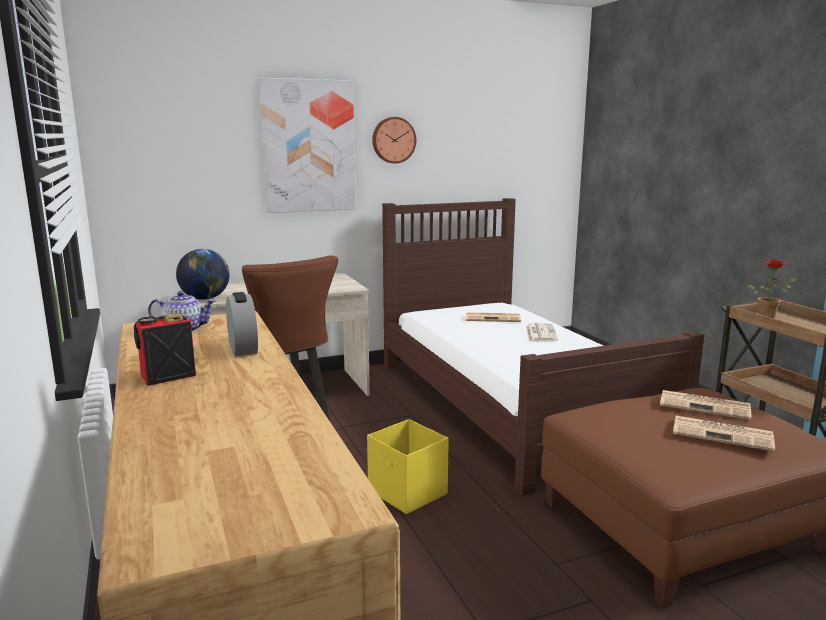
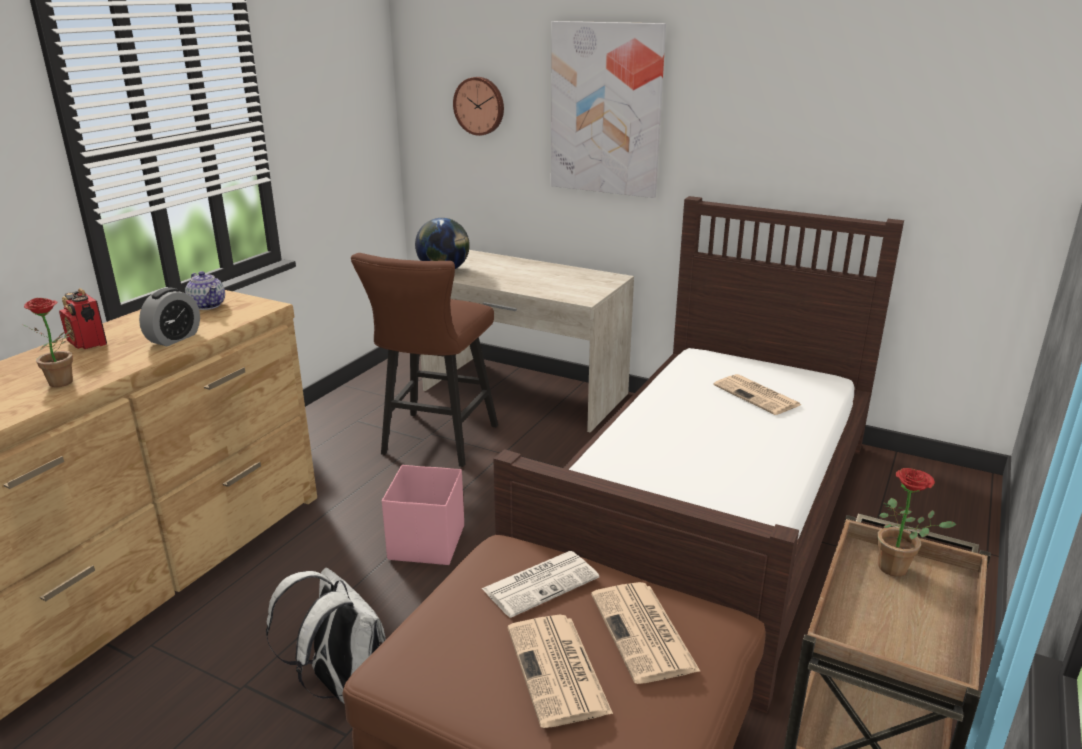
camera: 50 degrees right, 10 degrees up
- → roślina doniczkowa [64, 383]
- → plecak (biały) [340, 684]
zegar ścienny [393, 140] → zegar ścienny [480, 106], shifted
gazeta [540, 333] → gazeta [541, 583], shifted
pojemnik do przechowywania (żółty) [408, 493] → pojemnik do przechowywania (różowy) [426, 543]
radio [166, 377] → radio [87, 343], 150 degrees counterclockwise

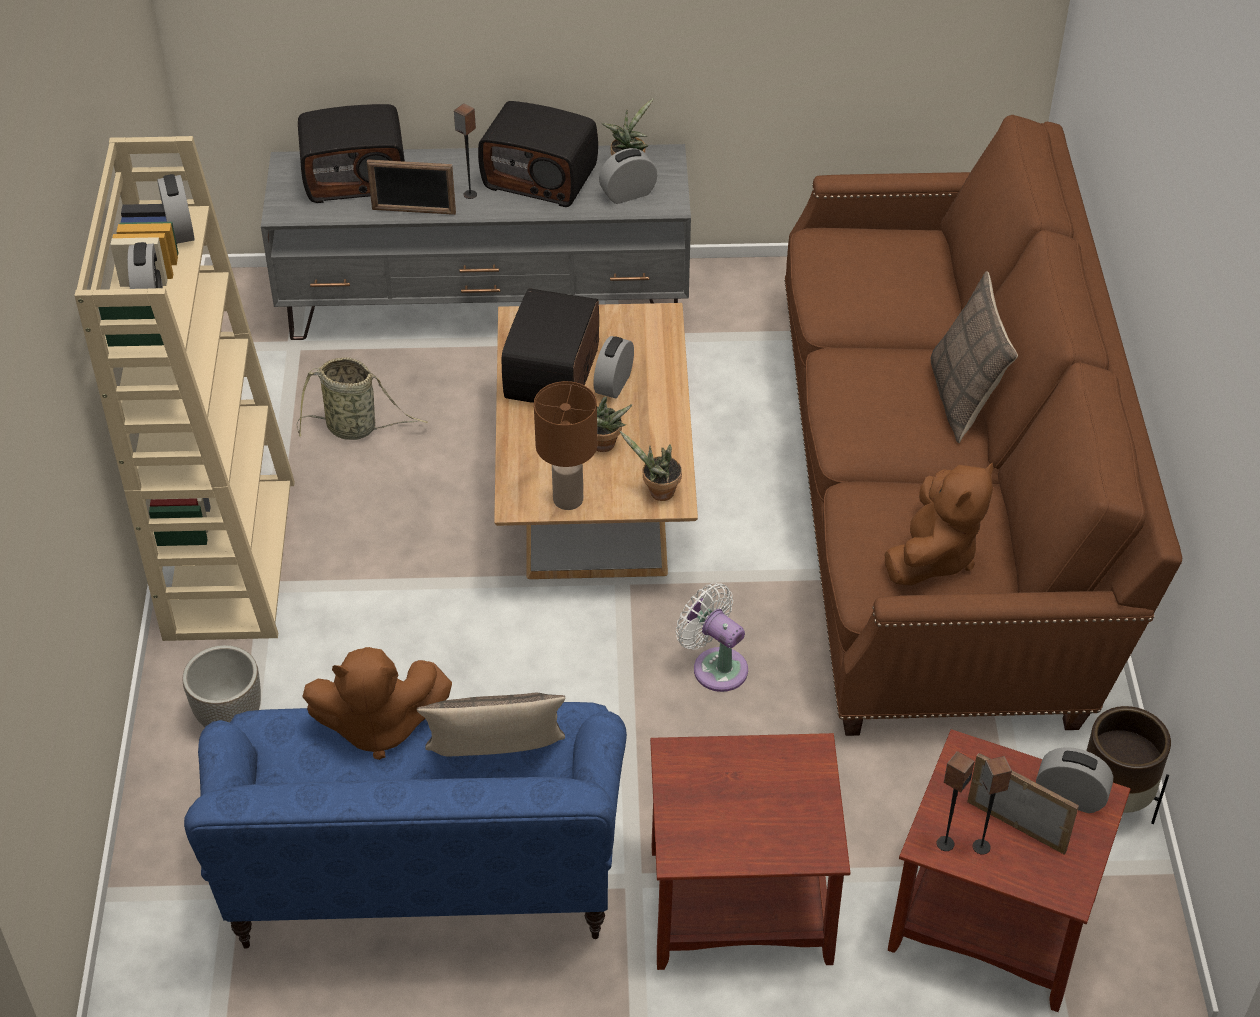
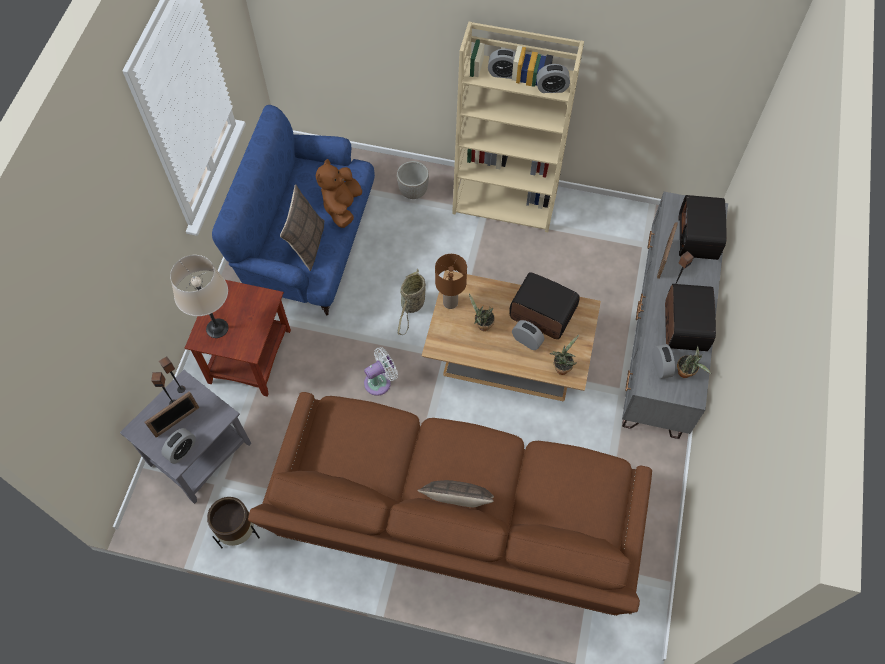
camera: 105 degrees right, 15 degrees up
pluszak (brązowy) [933, 556] → -
- → lampa stołowa (beżowy) [217, 328]
koszyk [355, 428] → koszyk [412, 306], shifted
roślina doniczkowa [658, 493] → roślina doniczkowa [562, 367], shifted
stolik (brązowy) [991, 926] → stolik (szary) [199, 453]
radio [541, 177] → radio [684, 326], 150 degrees clockwise

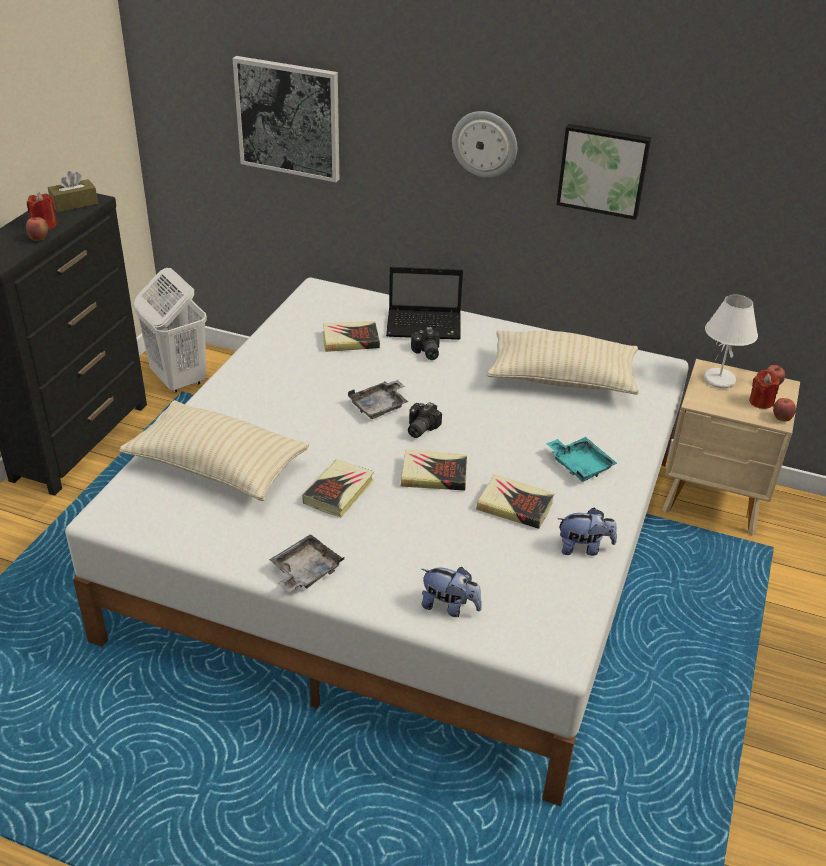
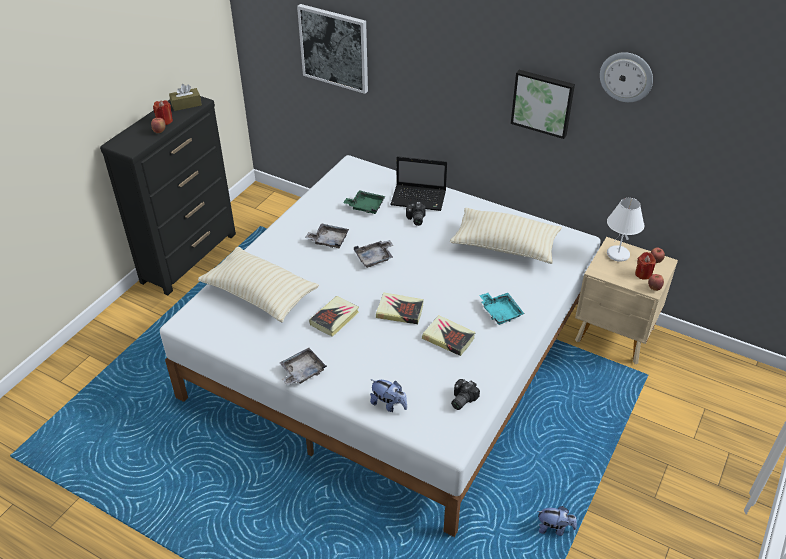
camera: 10 degrees right, 5 degrees up
kosz na pranie (biały) [178, 379] → -
- → taca (szary) [329, 240]
aparat fotograficzny [419, 428] → aparat fotograficzny [461, 399], shifted
zegar ścienny [485, 143] → zegar ścienny [626, 76], shifted
pluszak [583, 548] → pluszak [554, 528], shifted
książka [350, 340] → taca (zielony) [365, 206]

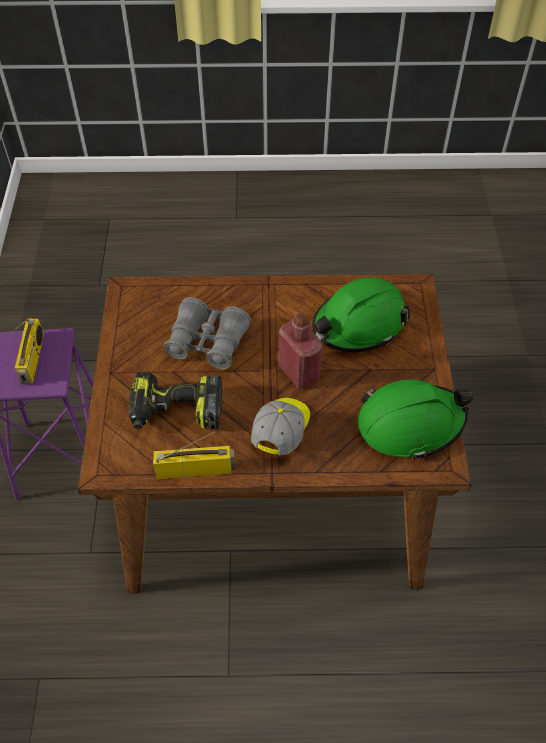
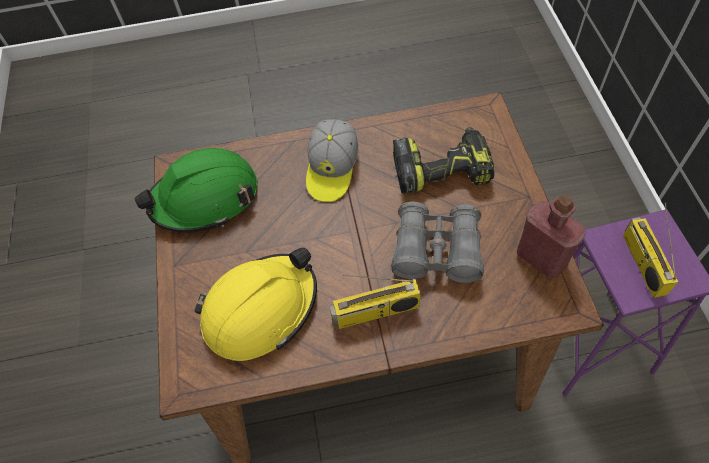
camera: 175 degrees right, 5 degrees up
radio [196, 469] → radio [375, 313], shifted
butelka (czerwony) [299, 373] → butelka (czerwony) [541, 258], shifted
kask (zielony) [359, 324] → kask (żółty) [261, 309]

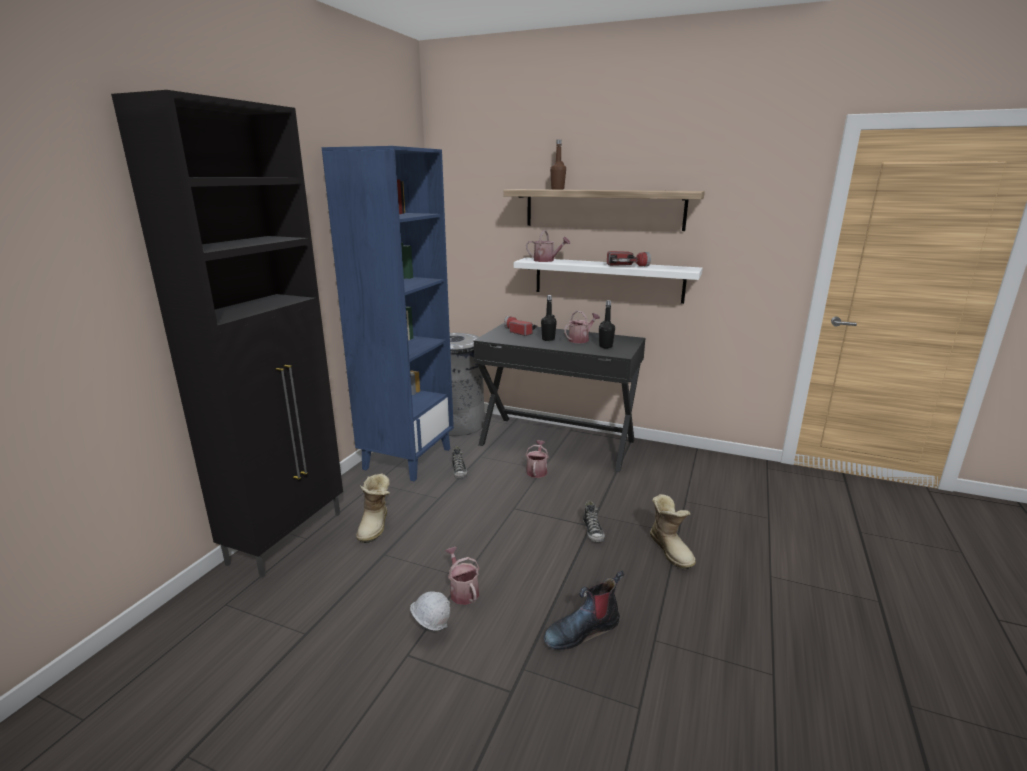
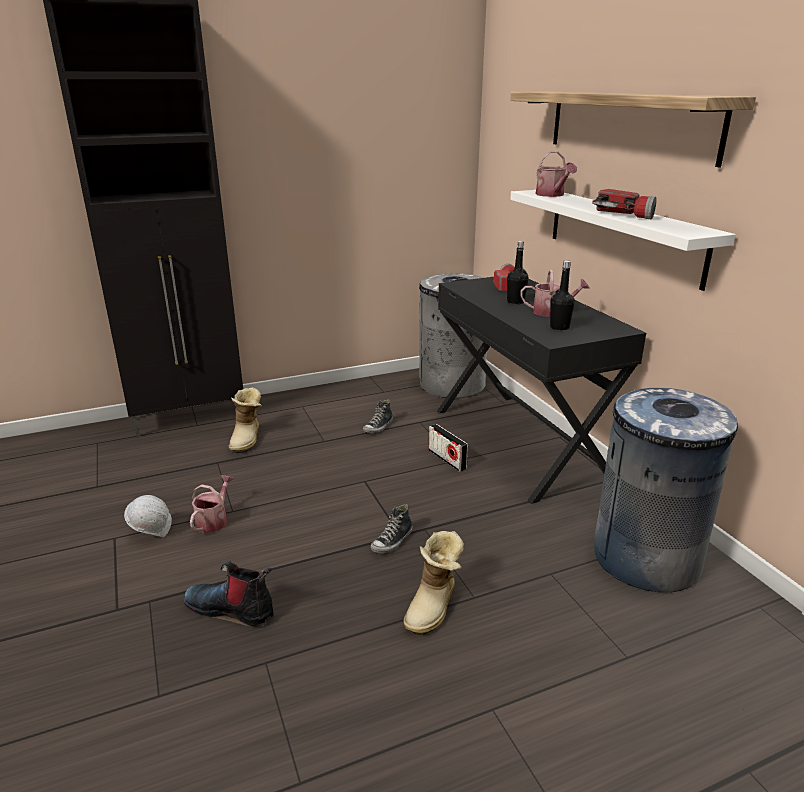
camera: 45 degrees right, 5 degrees up
regał (niebieski) [407, 458] → -
butelka (brązowy) [557, 189] → -
- → kosz na śmieci (szary) [645, 557]
konewka [537, 470] → radio [447, 459]
but z cholewką [376, 525] → but z cholewką [248, 439], 45 degrees counterclockwise

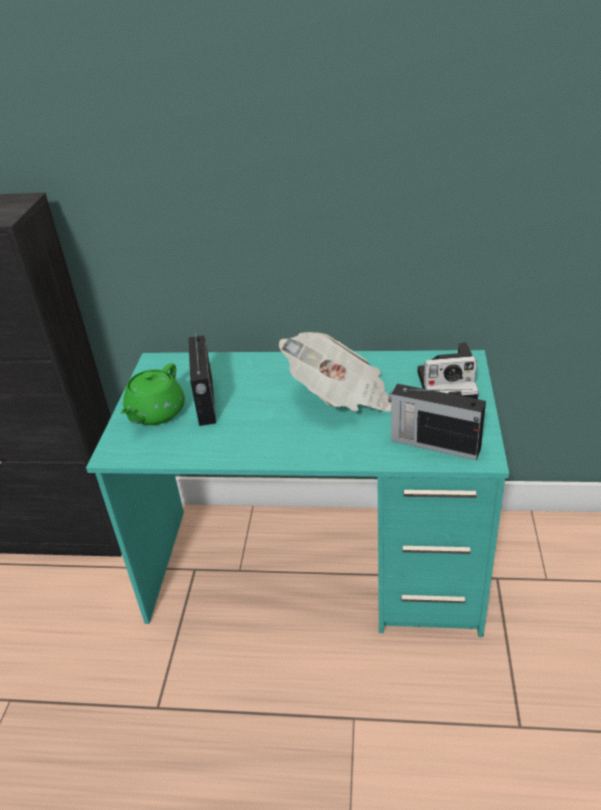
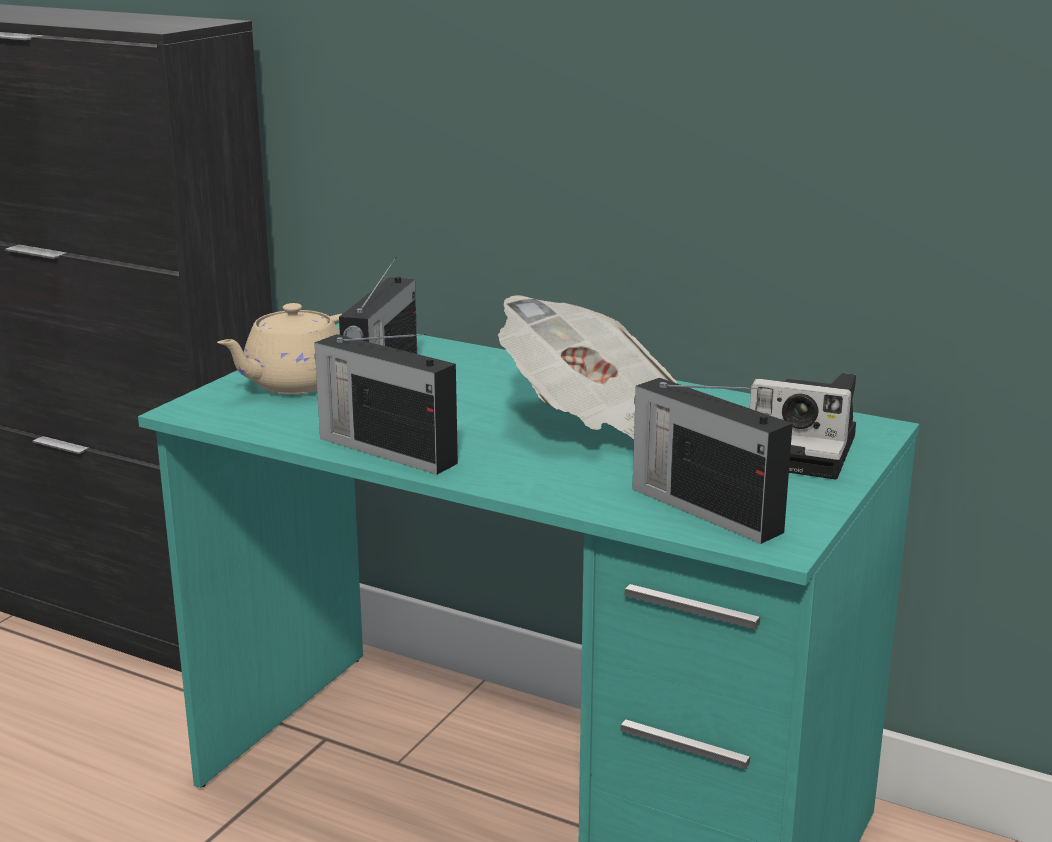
camera: 20 degrees right, 15 degrees down
- → radio [385, 450]
imbryk (zielony) [155, 413] → imbryk (beżowy) [294, 383]

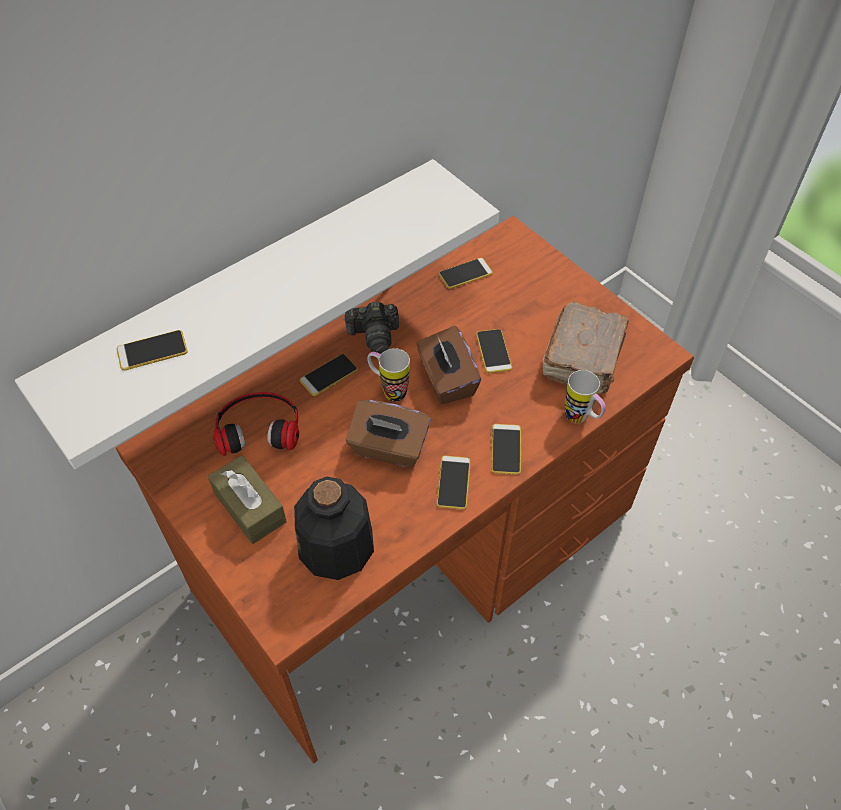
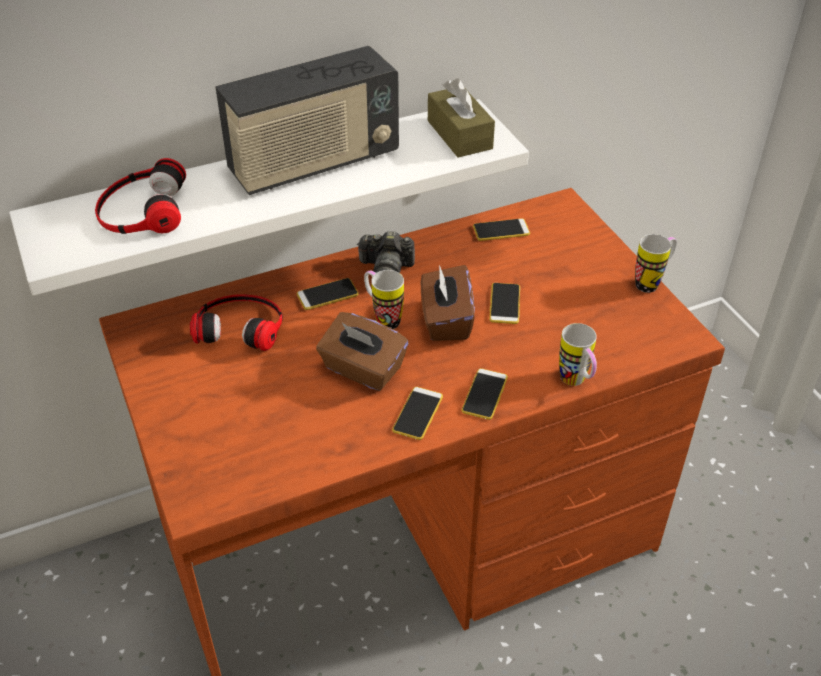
camera: 15 degrees right, 10 degrees down
butelka [336, 546] → -
książka (brązowy) [584, 358] → -
- → radio [314, 163]
- → kubek [652, 282]
pudełko chusteczek (brązowy) [249, 507] → pudełko chusteczek (brązowy) [459, 135], shifted
telefon [152, 351] → słuchawki [141, 210]

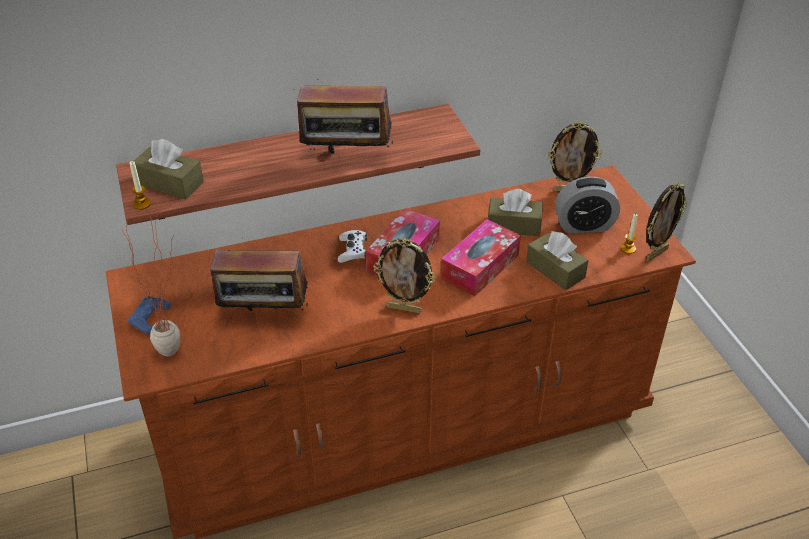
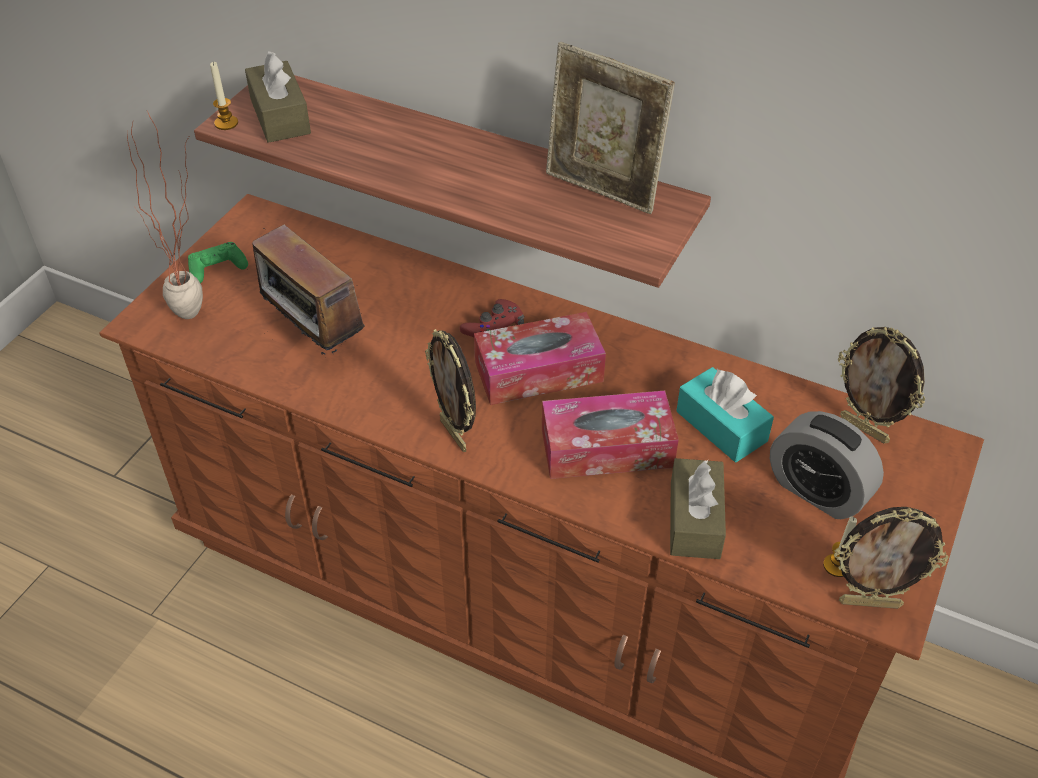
camera: 45 degrees right, 5 degrees up
radio [346, 158] → -
- → ramka na zdjęcie [602, 190]
pad do gier (niebieski) [149, 318] → pad do gier (zielony) [217, 268]
pad do gier (biały) [352, 250] → pad do gier (czerwony) [493, 327]
pudełko chusteczek (brązowy) [514, 225] → pudełko chusteczek (turkusowy) [721, 426]

